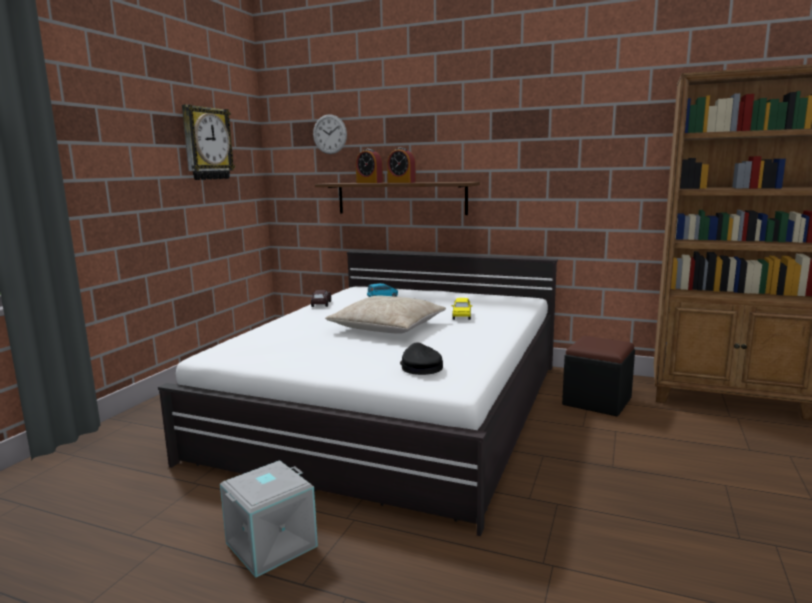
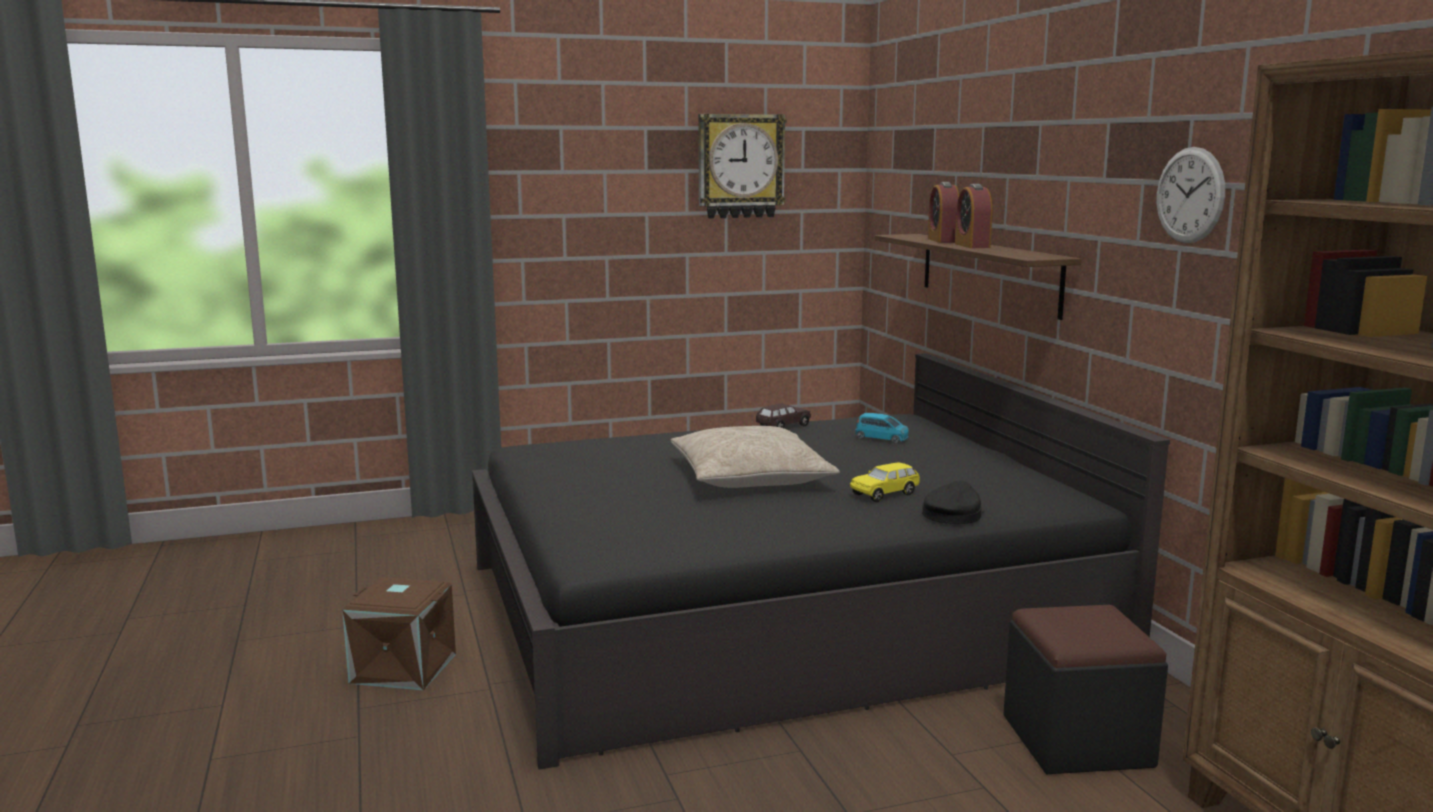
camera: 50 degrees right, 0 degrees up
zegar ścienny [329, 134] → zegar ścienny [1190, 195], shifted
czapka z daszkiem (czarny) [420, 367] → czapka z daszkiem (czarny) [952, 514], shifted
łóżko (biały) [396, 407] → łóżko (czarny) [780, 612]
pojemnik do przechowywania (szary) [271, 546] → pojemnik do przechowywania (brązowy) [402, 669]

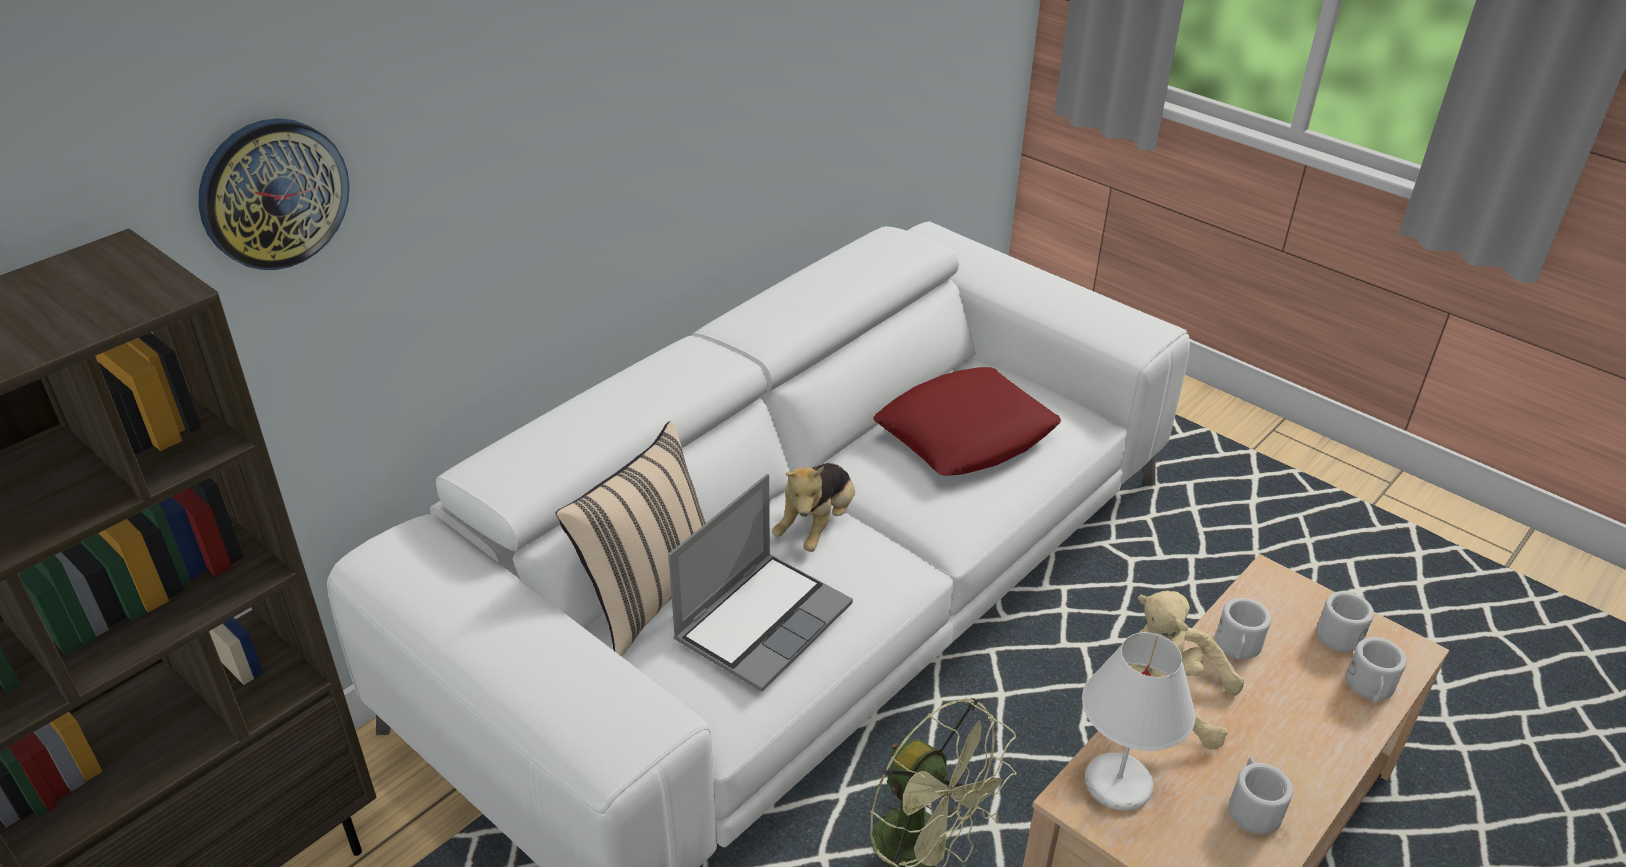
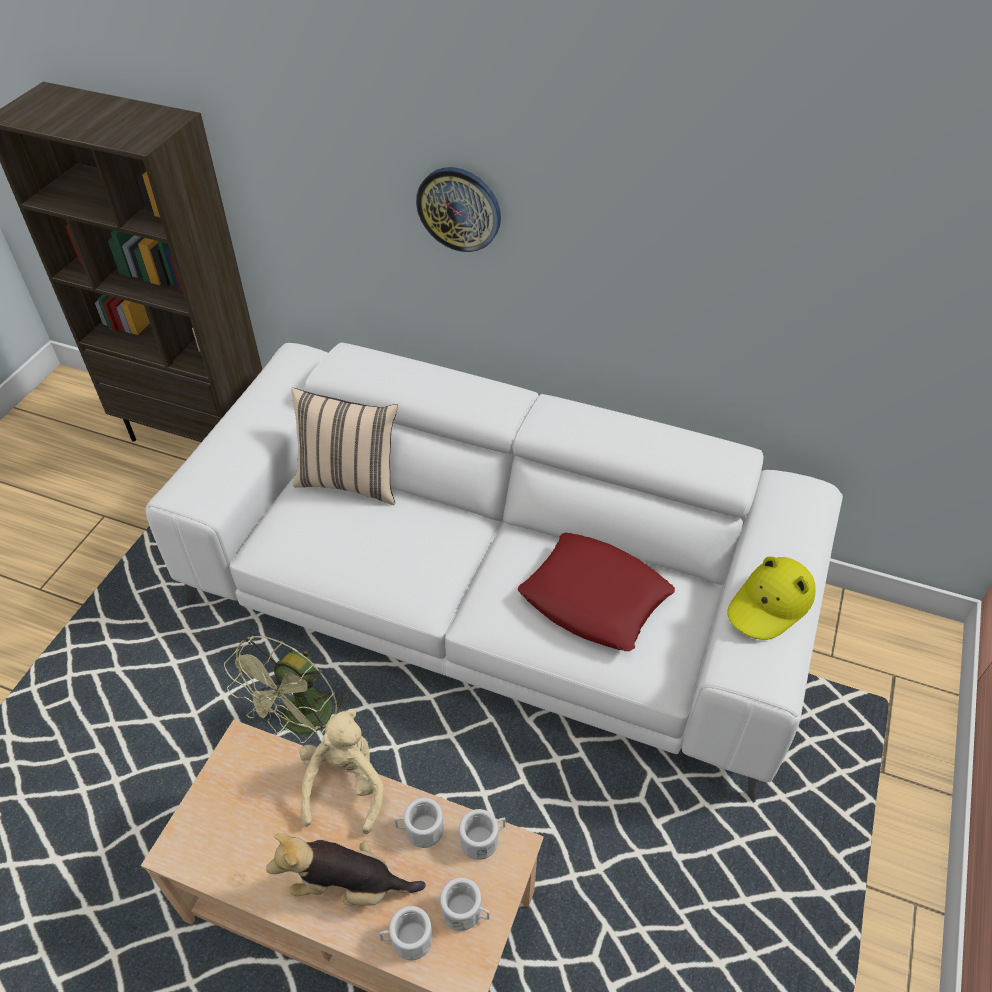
camera: 70 degrees right, 10 degrees up
laptop [763, 621] → -
lampa stołowa (biały) [1117, 785] → -
- → kapelusz (żółty) [770, 604]
zegar ścienny [273, 193] → zegar ścienny [459, 209], shifted
pluszak [817, 525] → pluszak [349, 885], shifted
kubek (biały) [1252, 807] → kubek (biały) [483, 839], shifted

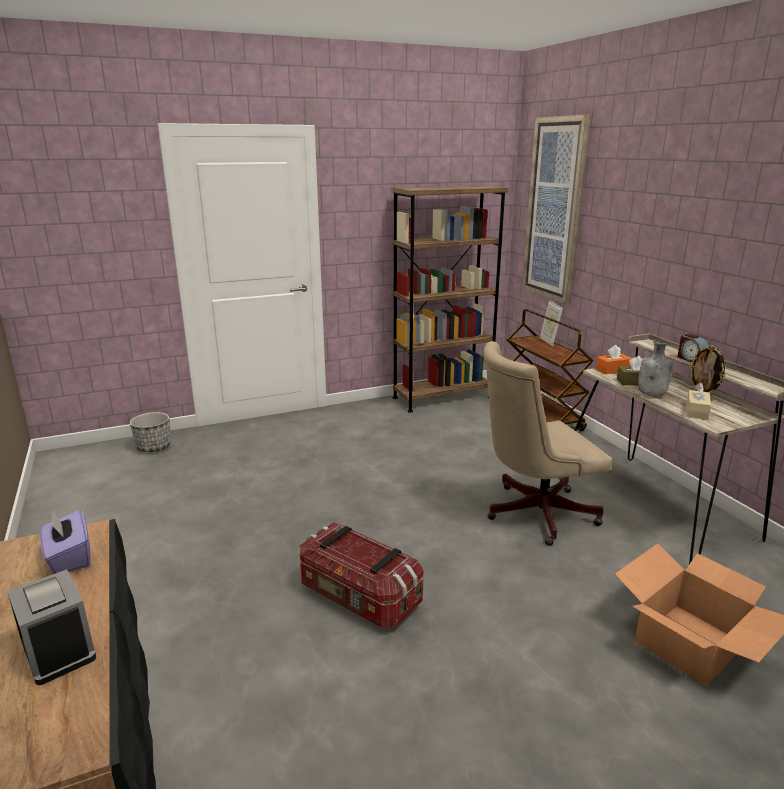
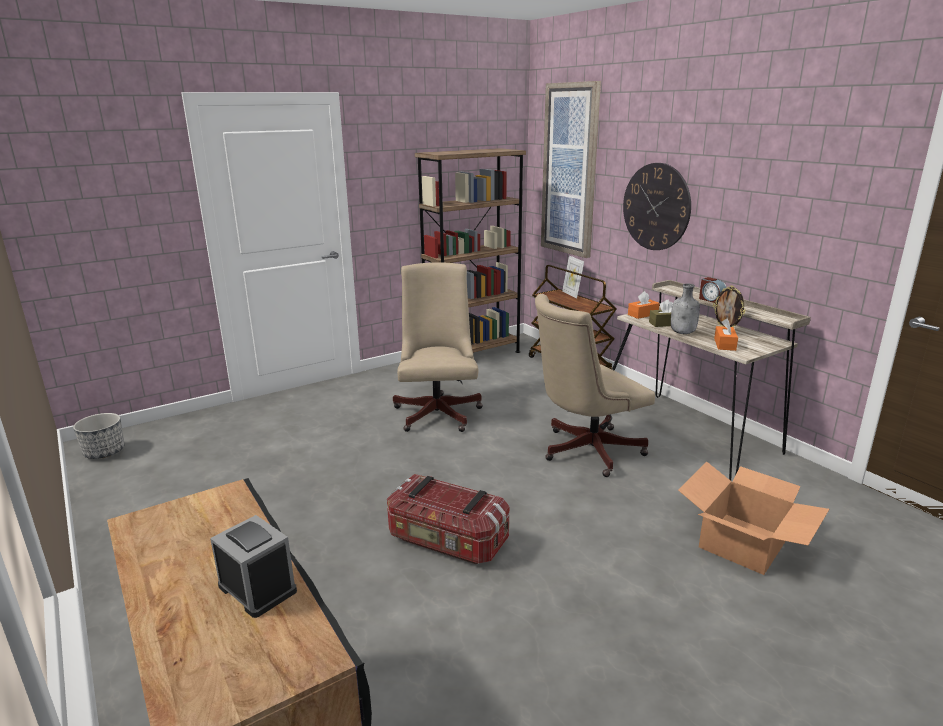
camera: 10 degrees left, 0 degrees up
pudełko chusteczek (fioletowy) [69, 558] → -
- → krzesło biurowe (beżowy) [438, 411]
- → zegar ścienny [656, 207]
donica [154, 447] → donica [104, 452], shifted
pudełko chusteczek (beżowy) [696, 411] → pudełko chusteczek (pomarańczowy) [724, 344]

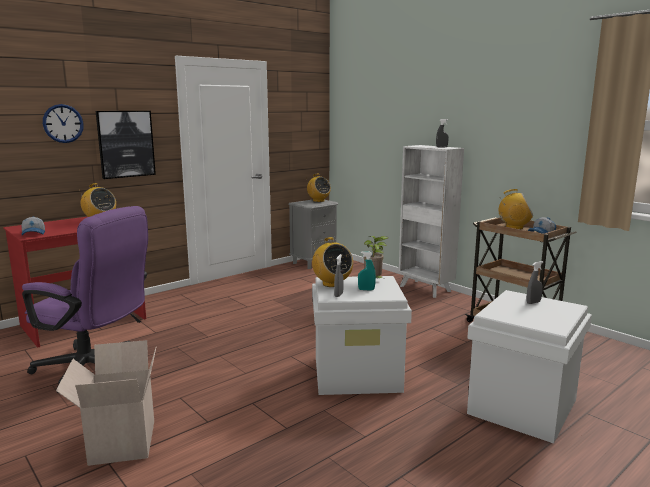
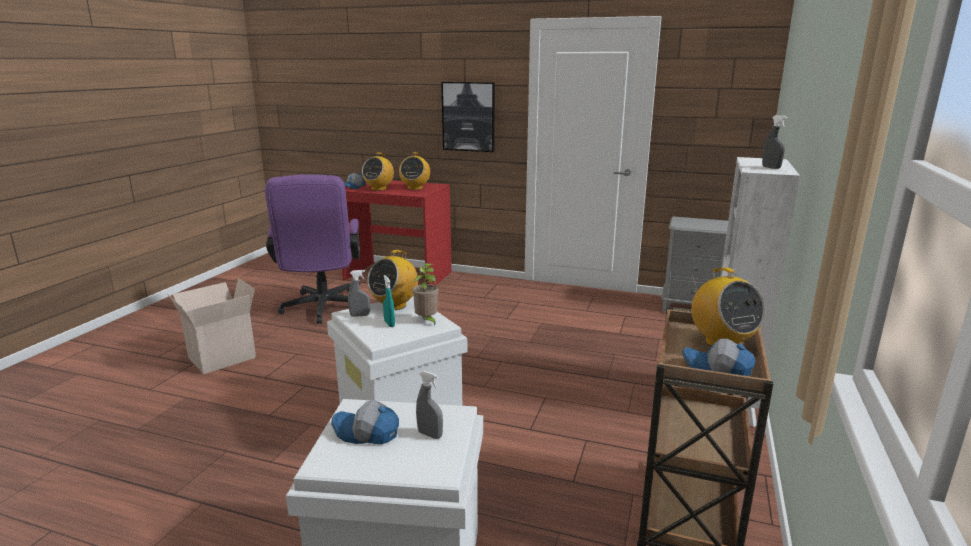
camera: 60 degrees right, 5 degrees up
zegar ścienny [63, 123] → -
- → czapka z daszkiem [366, 433]
radio [318, 201] → radio [379, 189], shifted

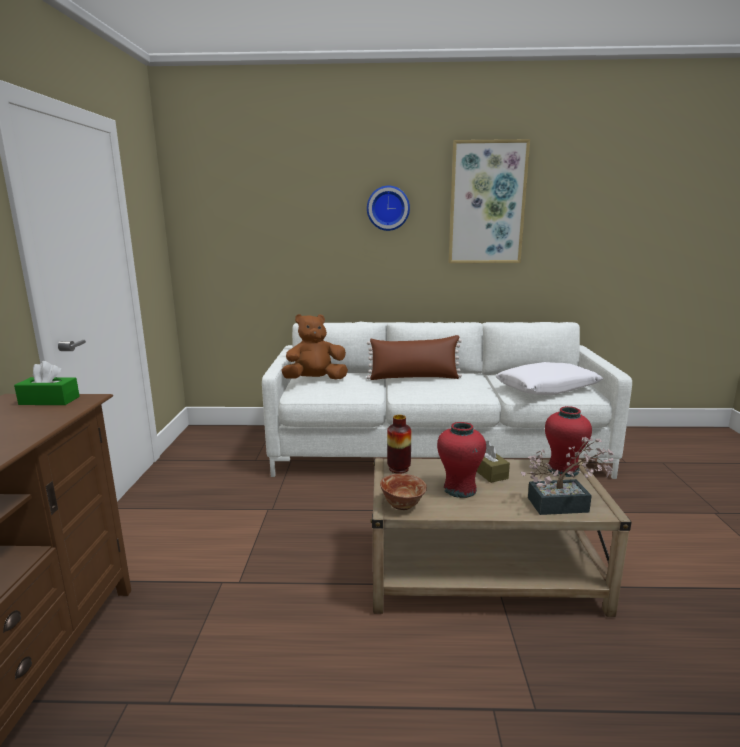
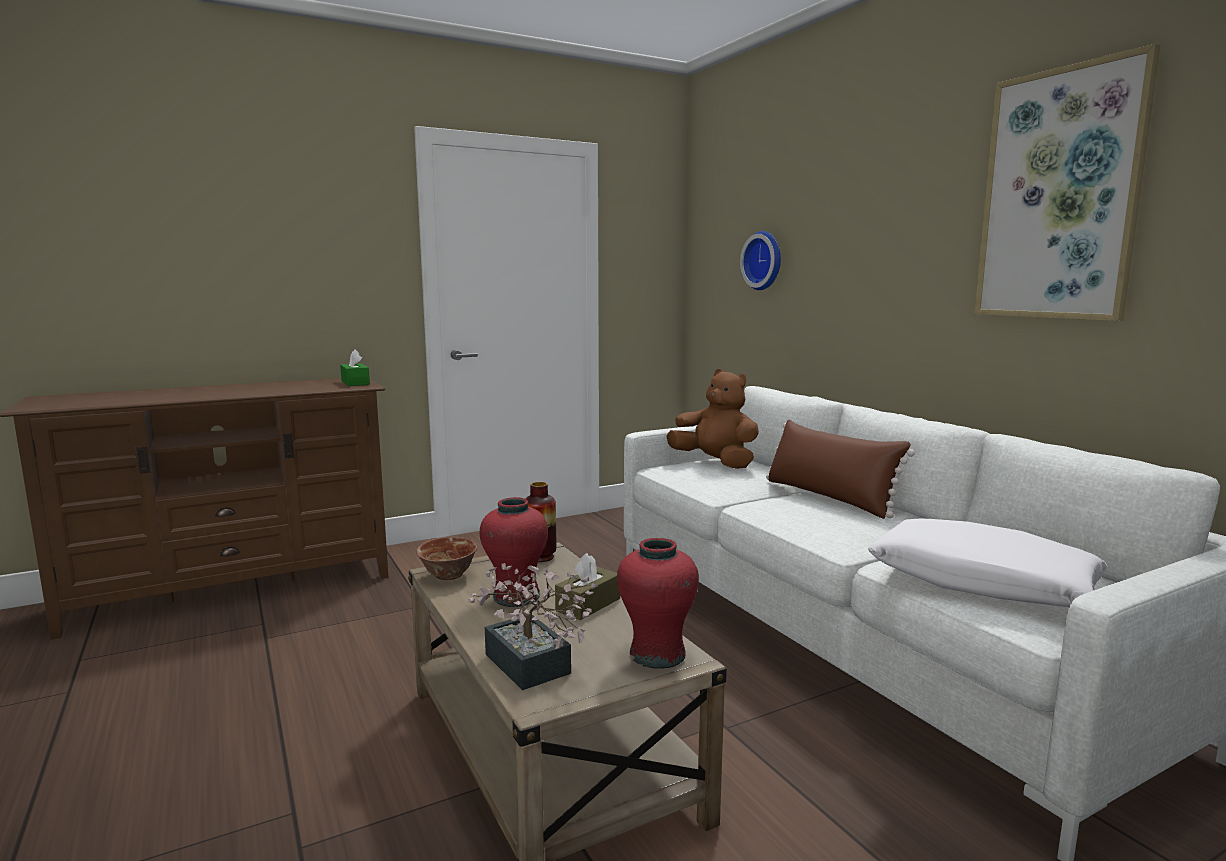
camera: 60 degrees right, 5 degrees down
zegar ścienny [388, 208] → zegar ścienny [764, 260], shifted

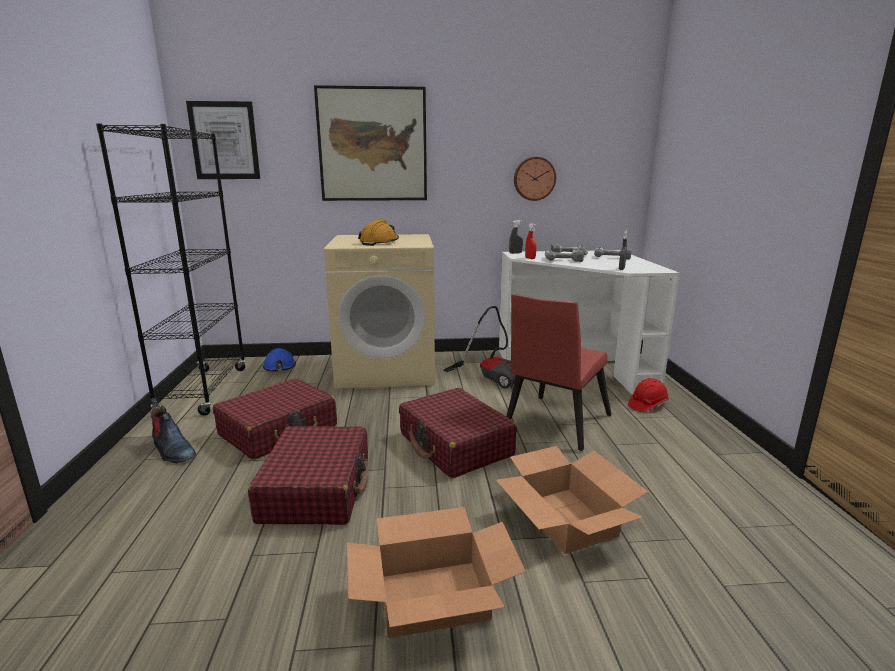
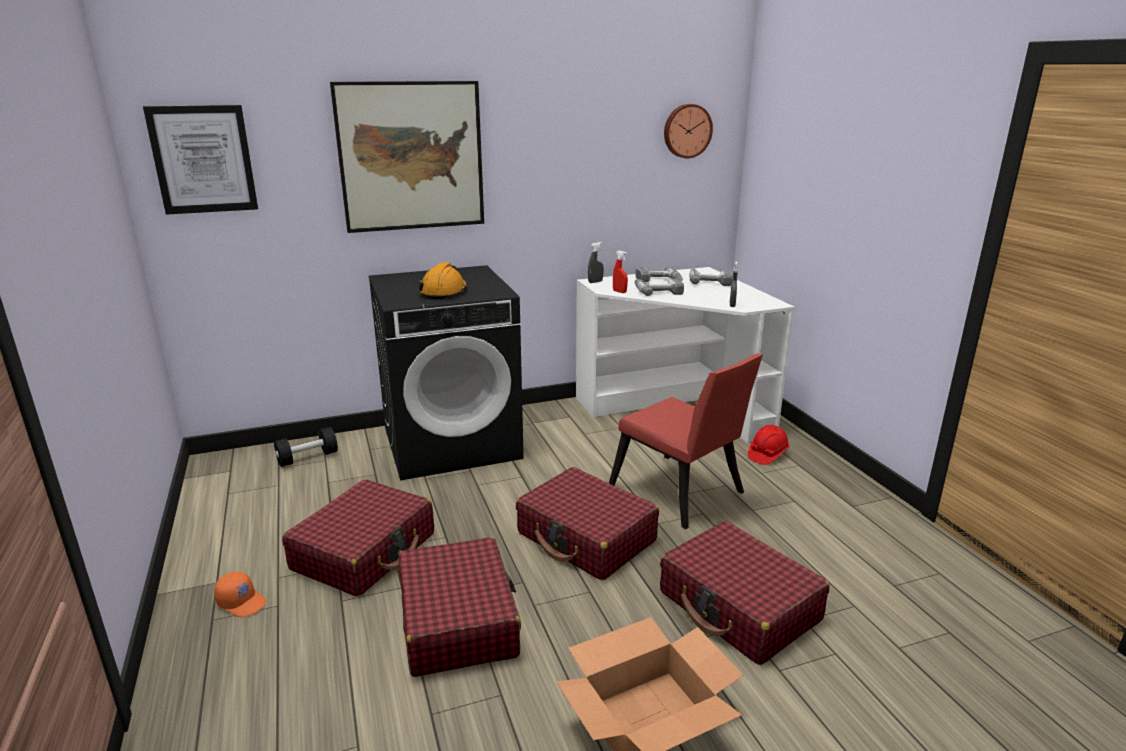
camera: 15 degrees left, 5 degrees up
regał (czarny) [204, 391] → -
odkurzacz [491, 377] → -
zegar ścienny [534, 178] → zegar ścienny [686, 131], shifted
but z cholewką [172, 451] → czapka z daszkiem (pomarańczowy) [242, 602]
kask (niebieski) [280, 368] → hantel (czarny) [308, 458]
karton [567, 519] → walizka (czerwony) [739, 607]
pralka (beżowy) [387, 369] → pralka (czarny) [452, 442]
krzesło (czerwony) [553, 424] → krzesło (czerwony) [680, 494], 60 degrees counterclockwise

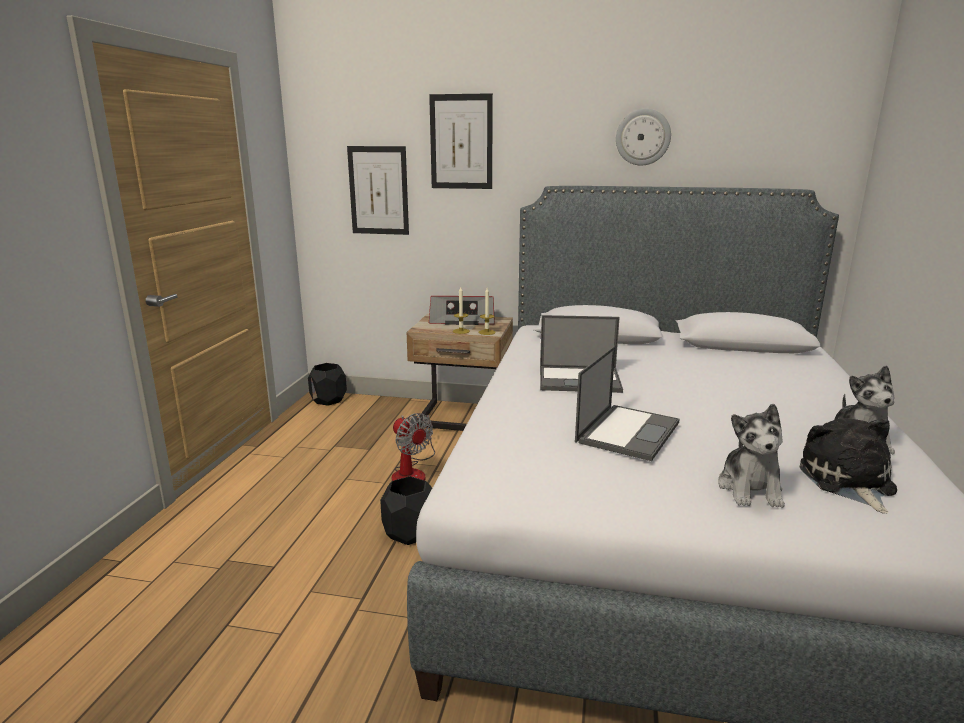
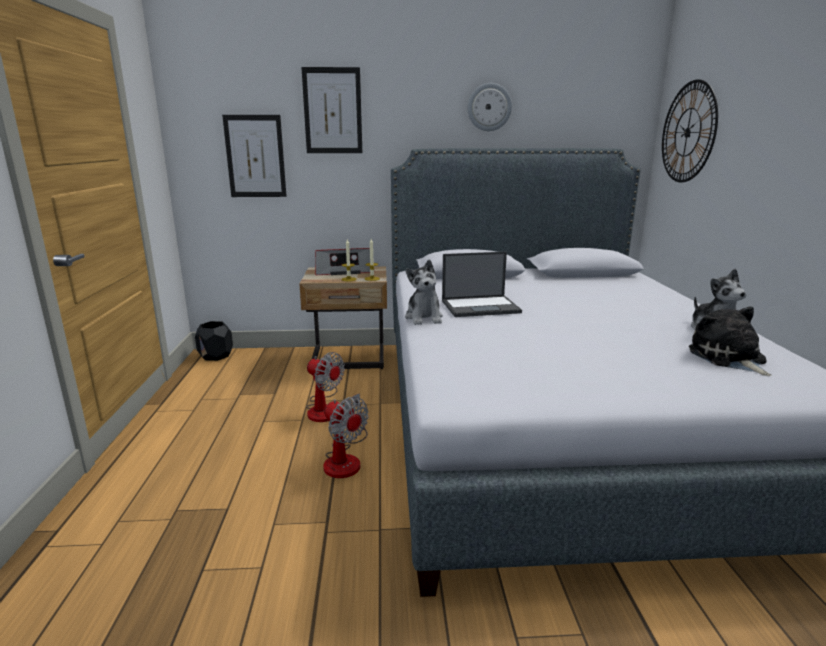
camera: 15 degrees left, 0 degrees up
laptop [628, 431] → -
- → zegar ścienny [688, 132]
pluszak [750, 489] → pluszak [424, 317], shifted
donica (czarny) [410, 533] → wentylator [345, 458]

